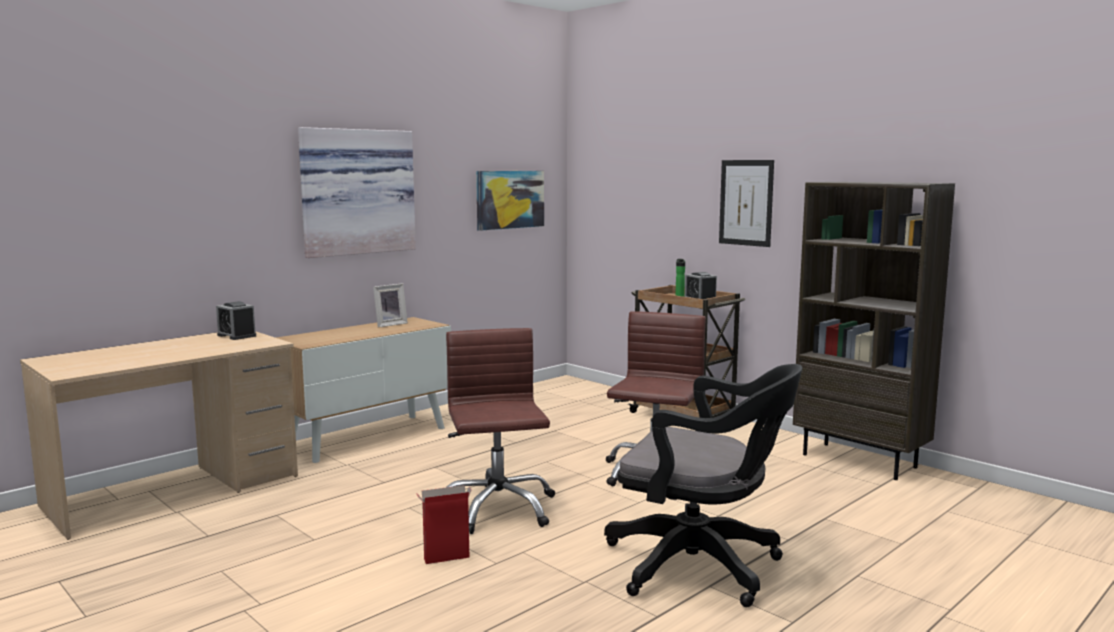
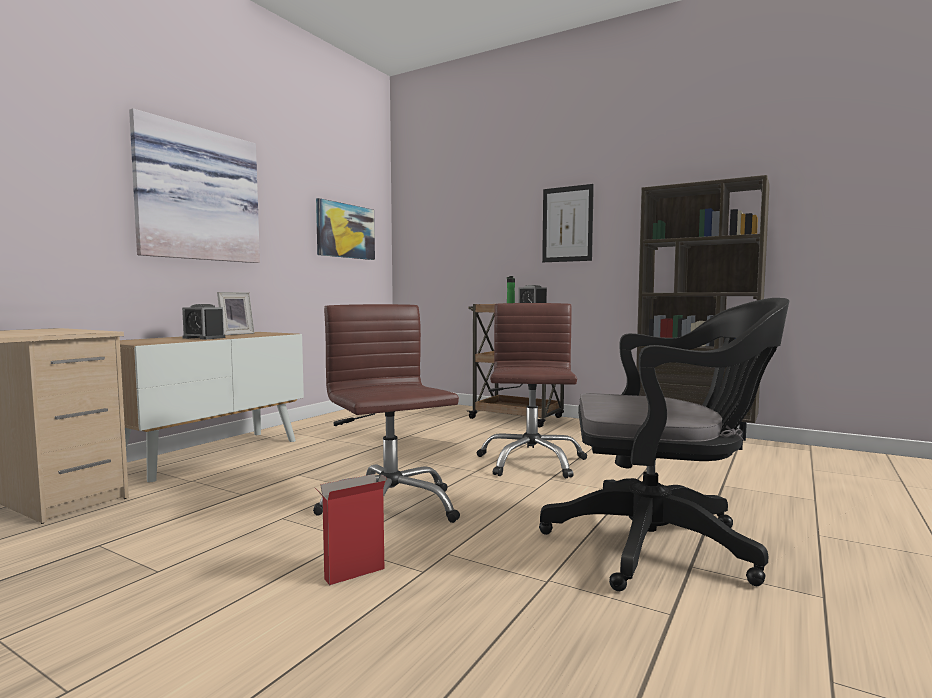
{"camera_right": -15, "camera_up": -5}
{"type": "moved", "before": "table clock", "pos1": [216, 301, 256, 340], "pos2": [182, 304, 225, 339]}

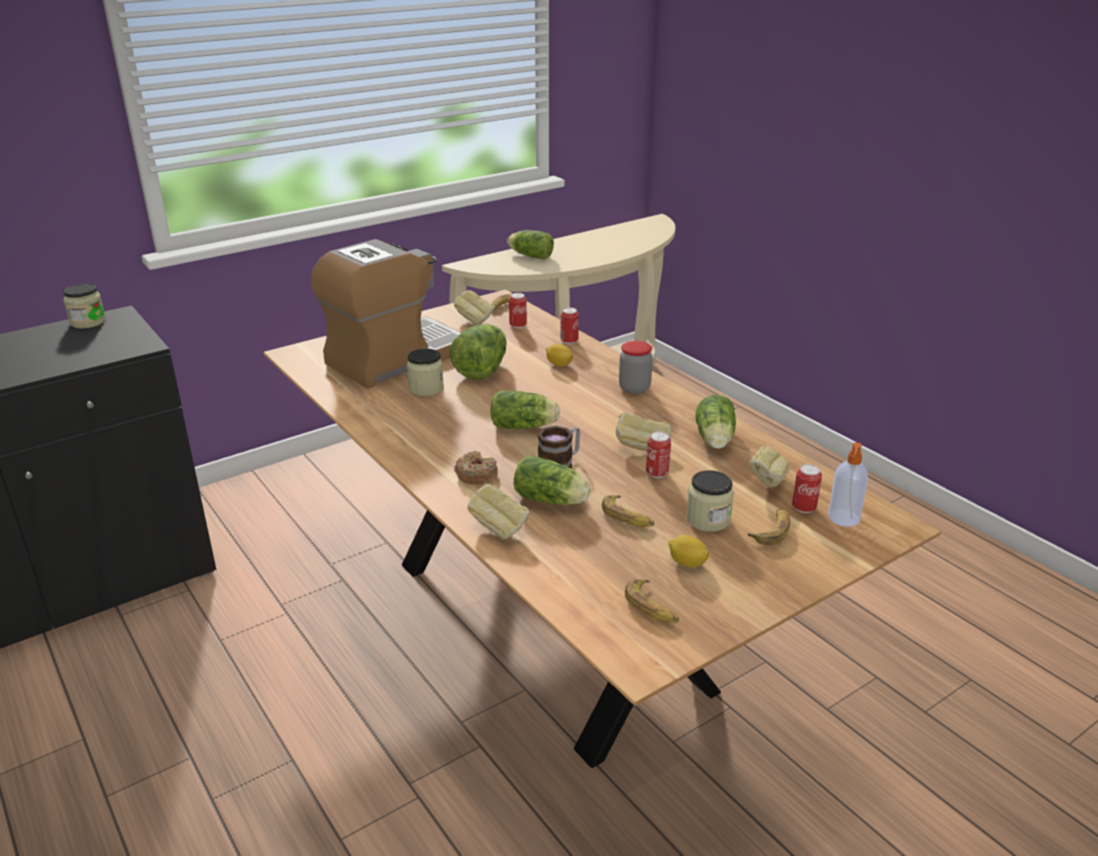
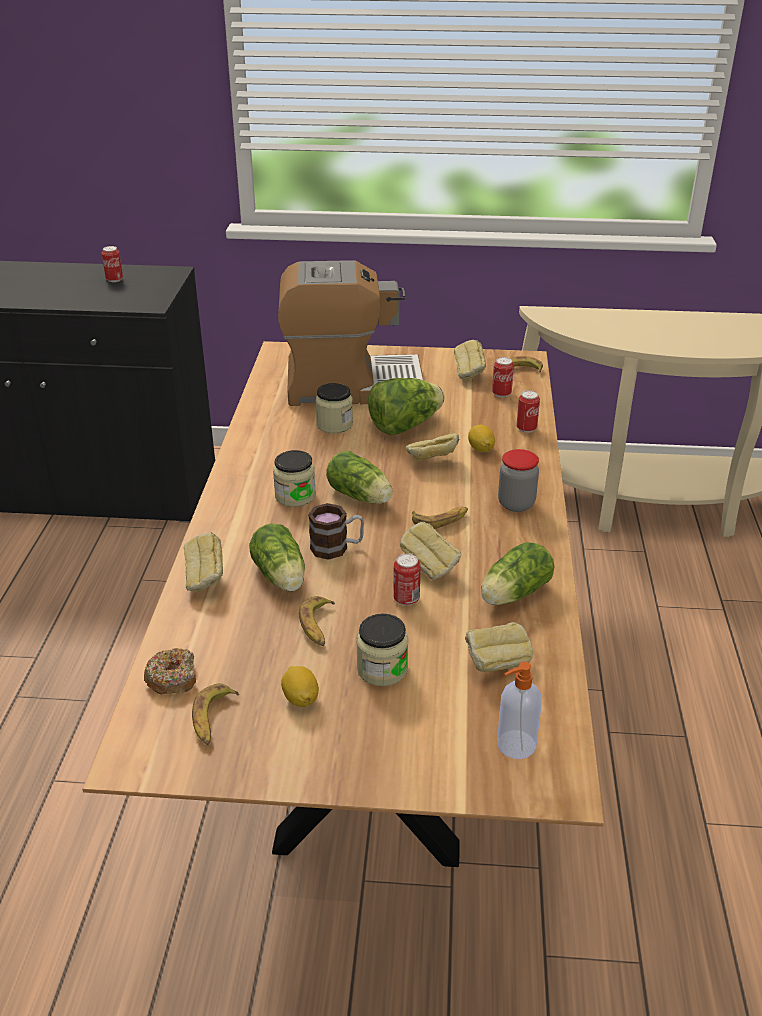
{"camera_right": 40, "camera_up": 5}
{"type": "moved", "before": "jar", "pos1": [63, 283, 106, 329], "pos2": [273, 450, 316, 507]}
{"type": "moved", "before": "ring doughnut", "pos1": [454, 451, 497, 485], "pos2": [144, 648, 196, 694]}
{"type": "removed", "before": "lettuce head", "pos1": [507, 230, 554, 259]}
{"type": "moved", "before": "whole banana", "pos1": [748, 509, 790, 545], "pos2": [412, 507, 468, 529]}
{"type": "moved", "before": "metal can", "pos1": [792, 464, 822, 513], "pos2": [102, 246, 123, 282]}
{"type": "added", "after": "bread", "pos2": [406, 433, 459, 461]}

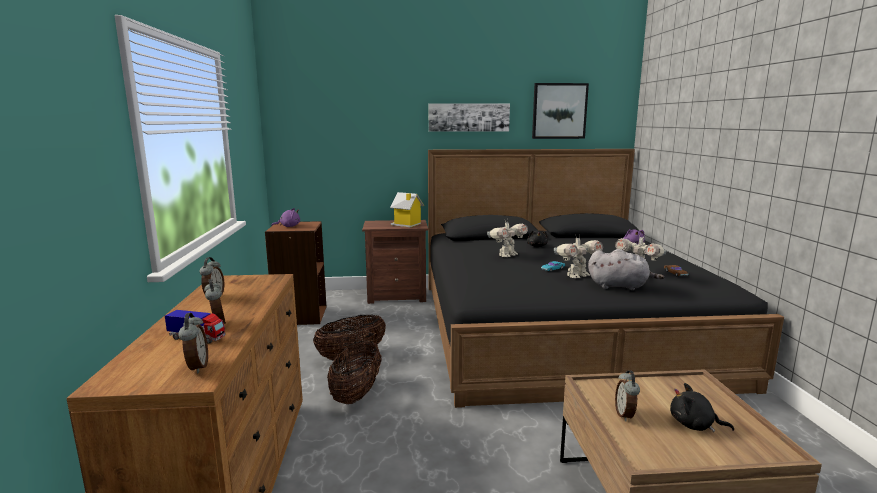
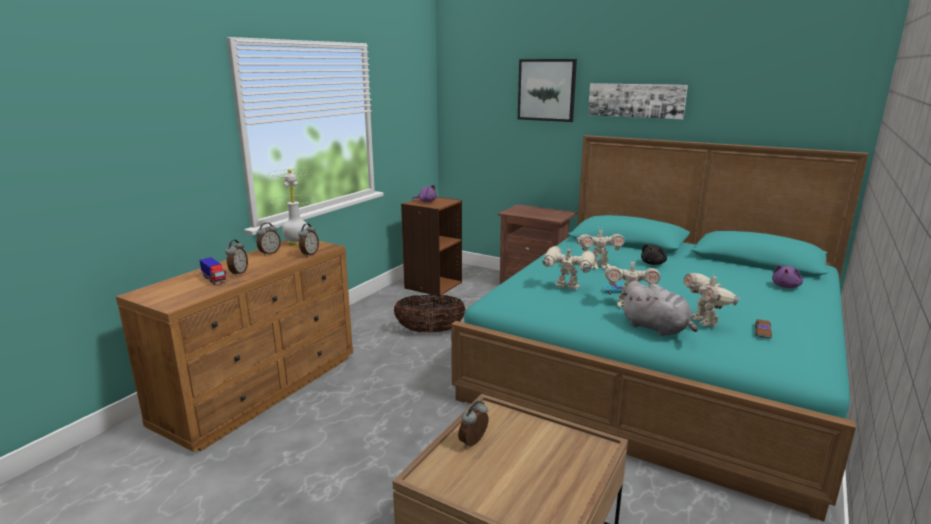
{"camera_right": 35, "camera_up": 5}
{"type": "moved", "before": "table clock", "pos1": [178, 313, 208, 374], "pos2": [298, 224, 319, 257]}
{"type": "removed", "before": "basket", "pos1": [327, 341, 382, 404]}
{"type": "removed", "before": "toy house", "pos1": [390, 192, 424, 227]}
{"type": "recoloured", "before": "black-coloured bed", "after": "turquoise-coloured bed", "pos1": [428, 149, 784, 408], "pos2": [451, 135, 868, 521]}
{"type": "moved", "before": "picture", "pos1": [532, 83, 589, 139], "pos2": [518, 59, 577, 122]}
{"type": "removed", "before": "black-coloured cuddly toy", "pos1": [670, 383, 734, 432]}
{"type": "added", "after": "white-coloured tabletop lamp", "pos2": [268, 169, 313, 246]}
{"type": "added", "after": "robot figure", "pos2": [542, 246, 595, 290]}

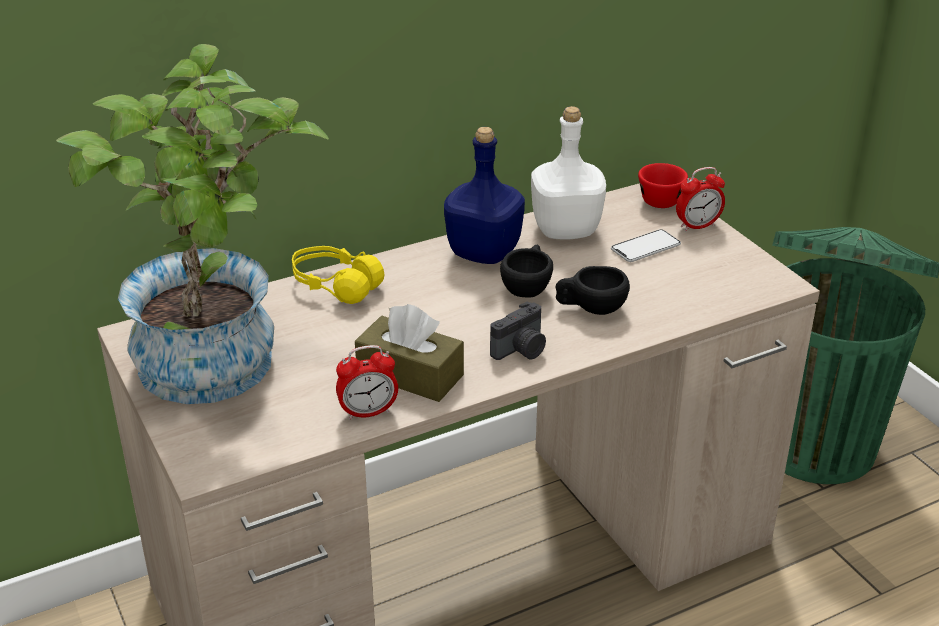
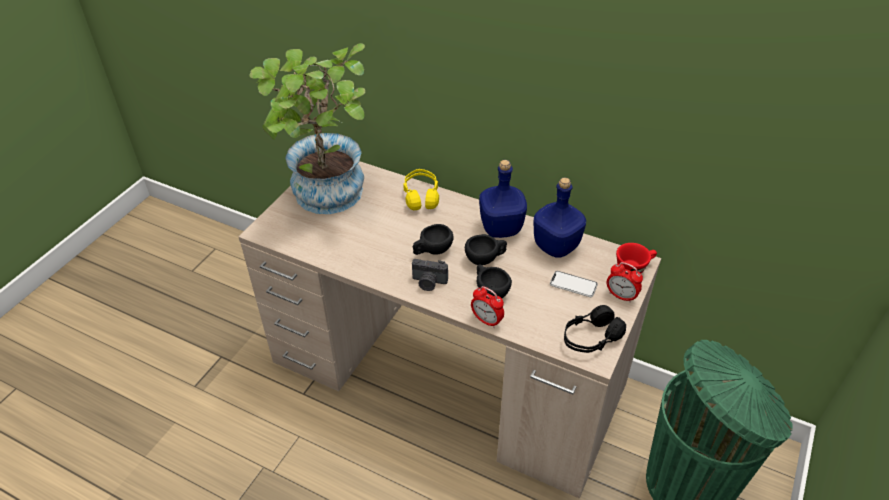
{"camera_right": 55, "camera_up": 10}
{"type": "moved", "before": "table clock", "pos1": [336, 345, 398, 420], "pos2": [471, 286, 504, 328]}
{"type": "removed", "before": "brown tissue holder", "pos1": [355, 304, 464, 402]}
{"type": "recoloured", "before": "white-coloured drink bottle", "after": "blue drink bottle", "pos1": [531, 106, 606, 240], "pos2": [533, 178, 586, 258]}
{"type": "added", "after": "black-coloured cup", "pos2": [413, 224, 453, 255]}
{"type": "added", "after": "black-coloured headphones", "pos2": [564, 305, 626, 353]}

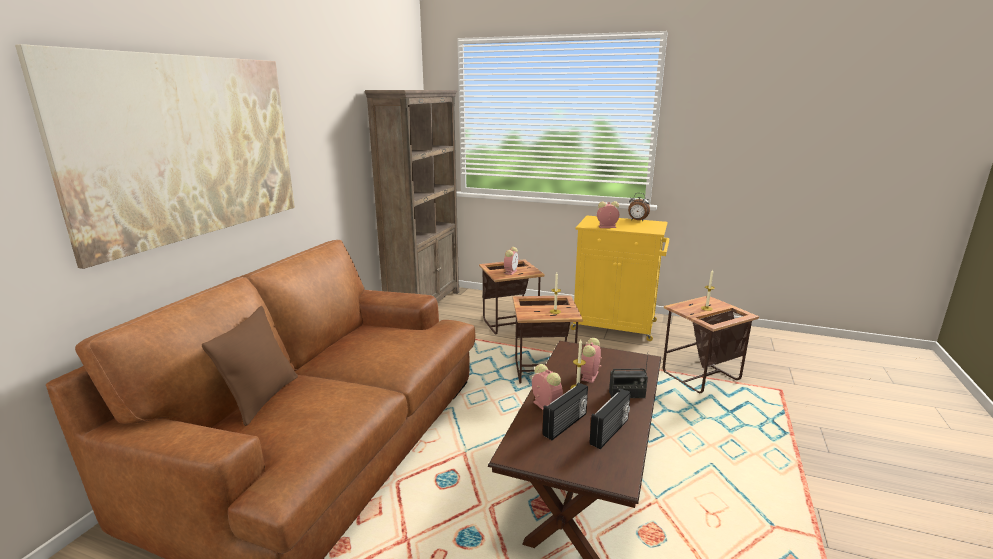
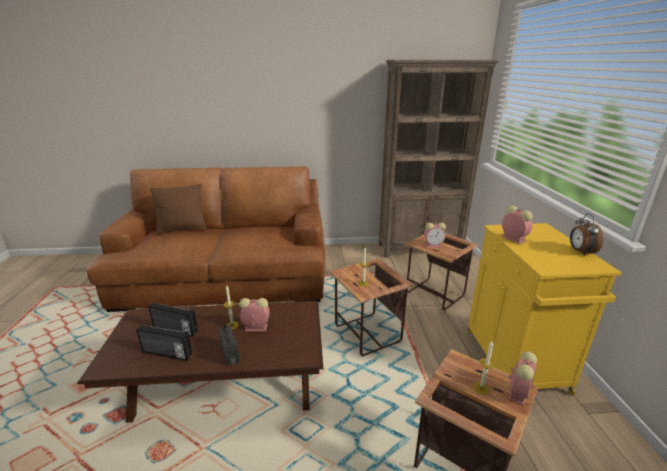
{"camera_right": 65, "camera_up": 5}
{"type": "removed", "before": "picture", "pos1": [15, 44, 295, 269]}
{"type": "moved", "before": "table clock", "pos1": [532, 364, 563, 410], "pos2": [508, 351, 537, 406]}

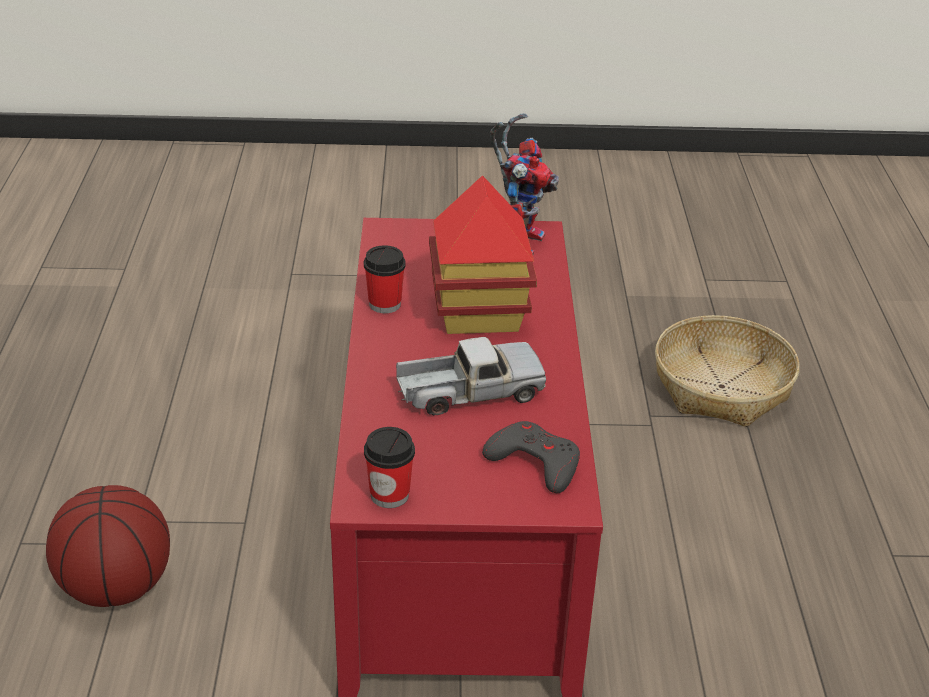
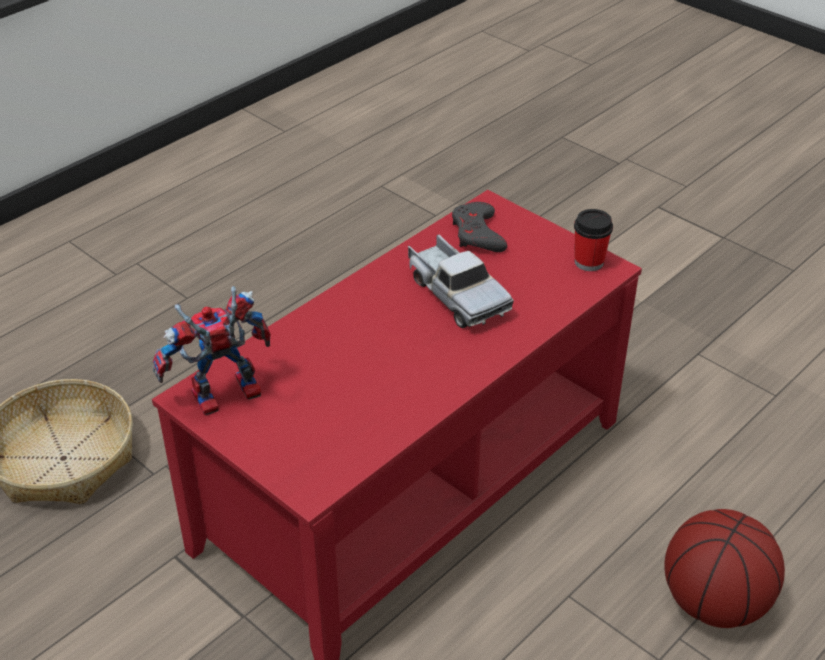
{"camera_right": -135, "camera_up": 5}
{"type": "removed", "before": "cup", "pos1": [364, 245, 406, 313]}
{"type": "turned", "before": "model truck", "pos1": [396, 337, 546, 416], "pos2": [408, 235, 514, 328], "turn": -150}
{"type": "removed", "before": "toy house", "pos1": [429, 176, 537, 334]}

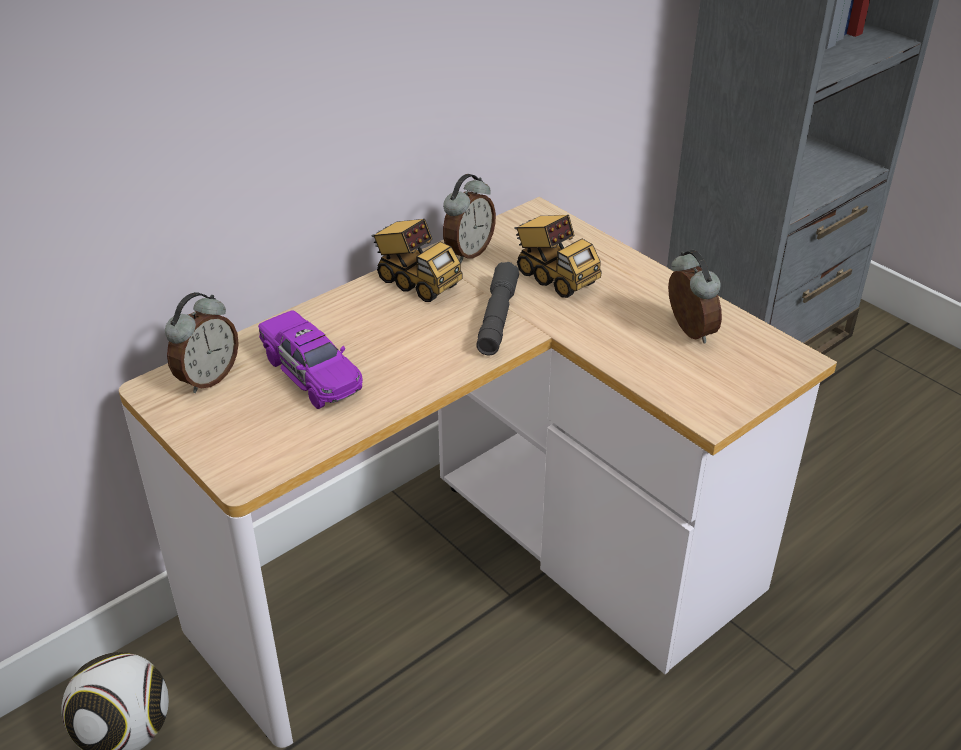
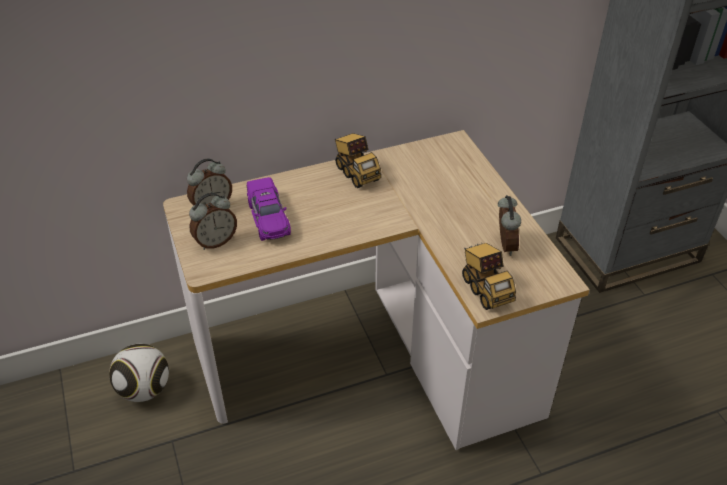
{"camera_right": 20, "camera_up": 5}
{"type": "moved", "before": "table clock", "pos1": [443, 174, 496, 263], "pos2": [189, 193, 237, 250]}
{"type": "removed", "before": "gray hand torch", "pos1": [476, 262, 519, 355]}
{"type": "moved", "before": "model truck", "pos1": [514, 215, 602, 298], "pos2": [462, 243, 516, 310]}

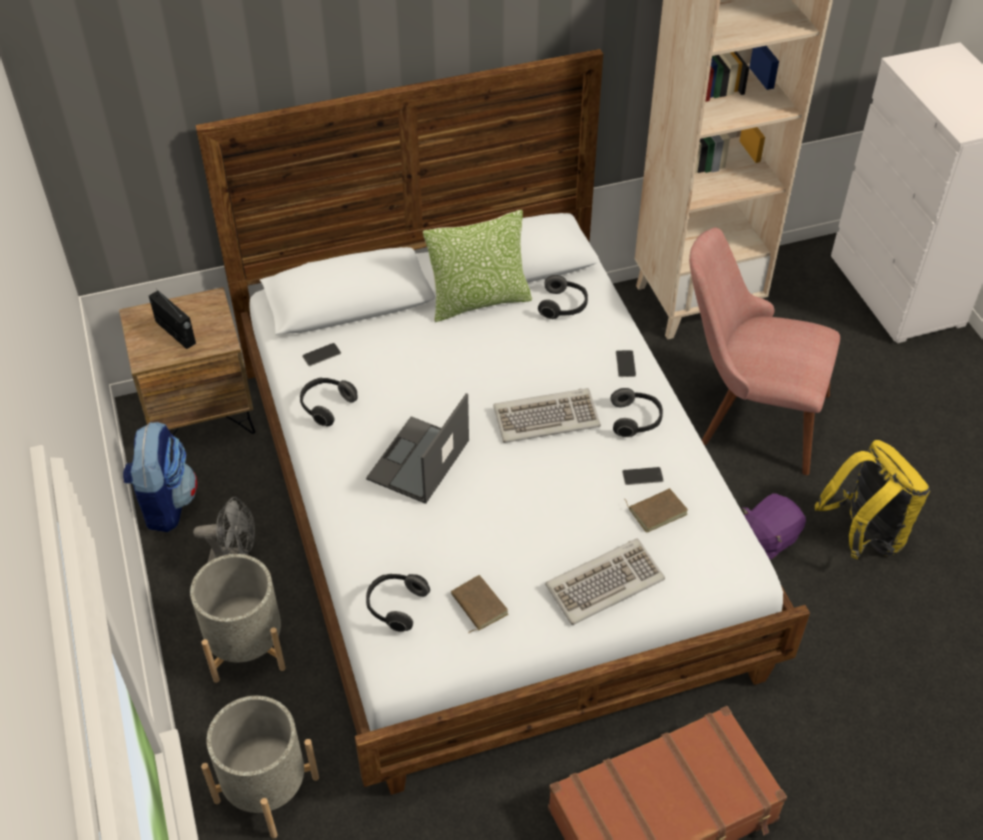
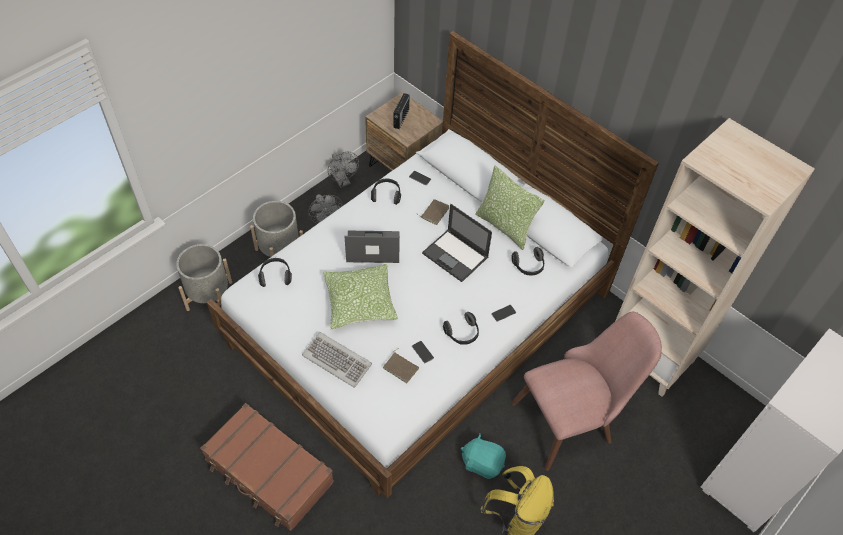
{"camera_right": 60, "camera_up": 5}
{"type": "replaced", "before": "rucksack", "after": "gray cooling fan", "pos1": [123, 422, 197, 532], "pos2": [328, 152, 359, 188]}
{"type": "moved", "before": "brown bound book", "pos1": [451, 575, 508, 634], "pos2": [418, 199, 449, 225]}
{"type": "removed", "before": "PC keyboard", "pos1": [493, 388, 601, 443]}
{"type": "turned", "before": "pinkish chair", "pos1": [689, 227, 840, 475], "pos2": [511, 312, 662, 471], "turn": 75}
{"type": "recoloured", "before": "purple-coloured cuddly toy", "after": "turquoise-coloured cuddly toy", "pos1": [742, 493, 806, 560], "pos2": [461, 434, 506, 479]}
{"type": "added", "after": "pillow", "pos2": [323, 264, 398, 330]}
{"type": "added", "after": "notebook computer", "pos2": [422, 204, 492, 282]}

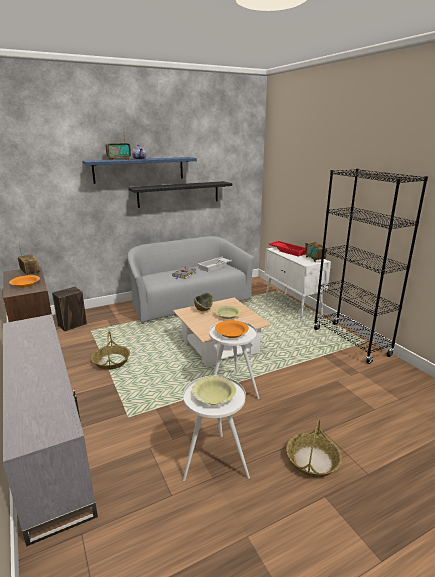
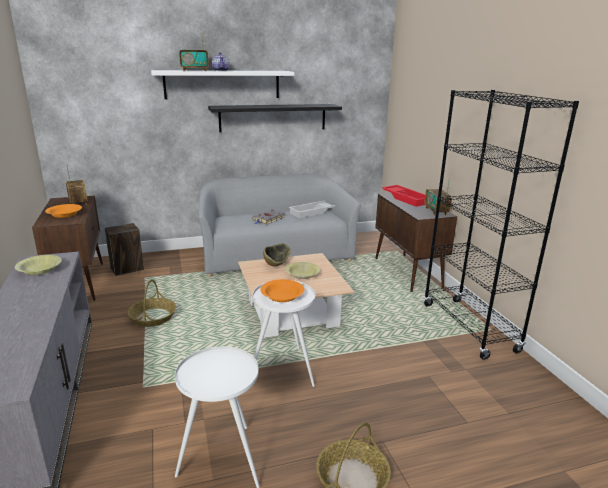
{"camera_right": 10, "camera_up": 0}
{"type": "recoloured", "before": "blue bracket shelf", "after": "white-coloured bracket shelf", "pos1": [82, 157, 197, 184], "pos2": [151, 70, 294, 99]}
{"type": "moved", "before": "yellow bowl", "pos1": [192, 377, 236, 405], "pos2": [15, 255, 62, 275]}
{"type": "recoloured", "before": "white-coloured storage cabinet", "after": "brown storage cabinet", "pos1": [265, 247, 331, 321], "pos2": [375, 193, 457, 292]}

